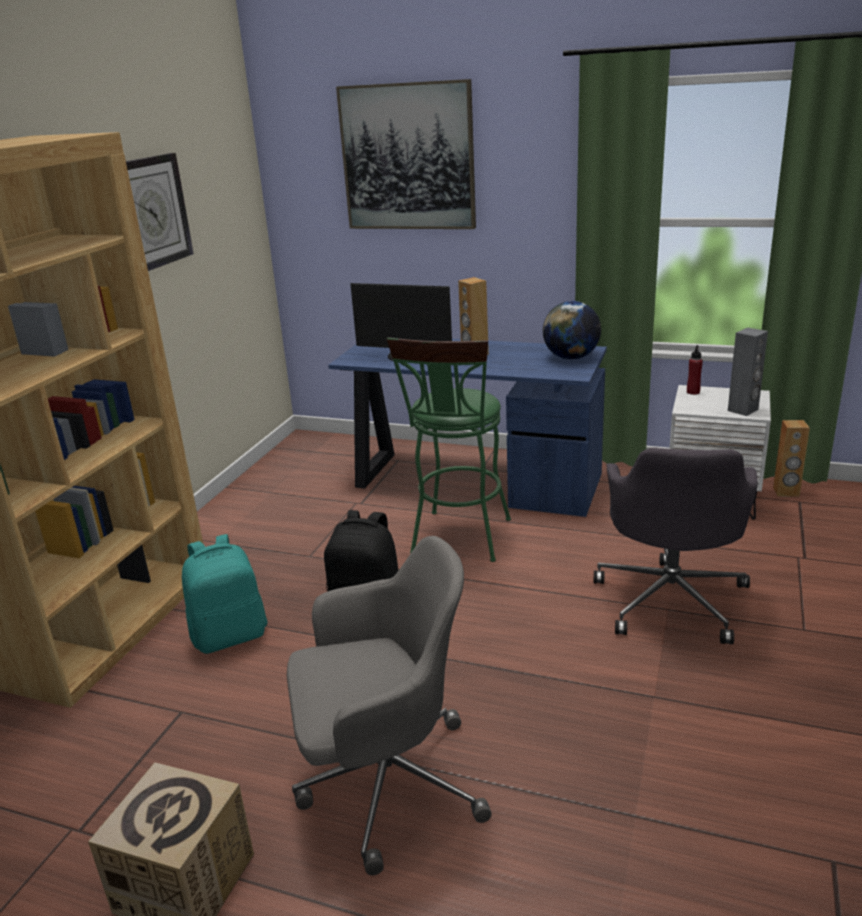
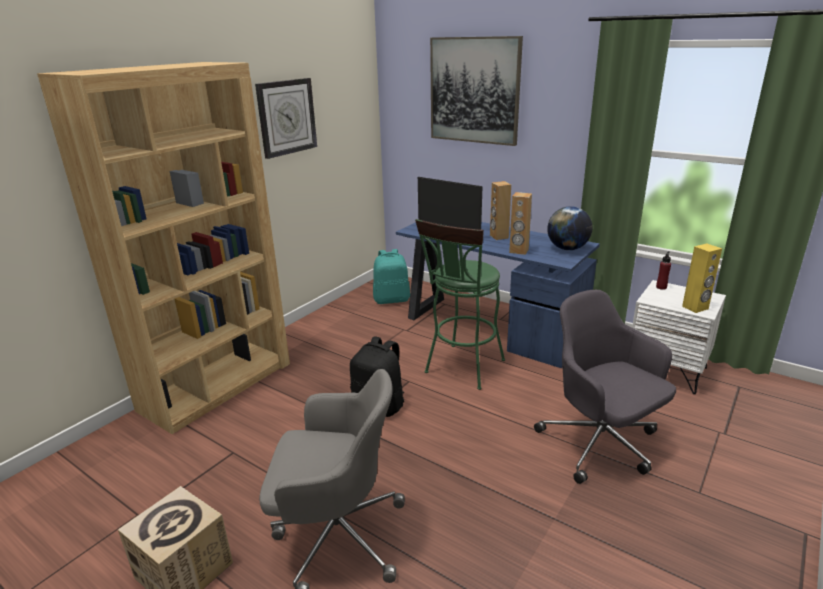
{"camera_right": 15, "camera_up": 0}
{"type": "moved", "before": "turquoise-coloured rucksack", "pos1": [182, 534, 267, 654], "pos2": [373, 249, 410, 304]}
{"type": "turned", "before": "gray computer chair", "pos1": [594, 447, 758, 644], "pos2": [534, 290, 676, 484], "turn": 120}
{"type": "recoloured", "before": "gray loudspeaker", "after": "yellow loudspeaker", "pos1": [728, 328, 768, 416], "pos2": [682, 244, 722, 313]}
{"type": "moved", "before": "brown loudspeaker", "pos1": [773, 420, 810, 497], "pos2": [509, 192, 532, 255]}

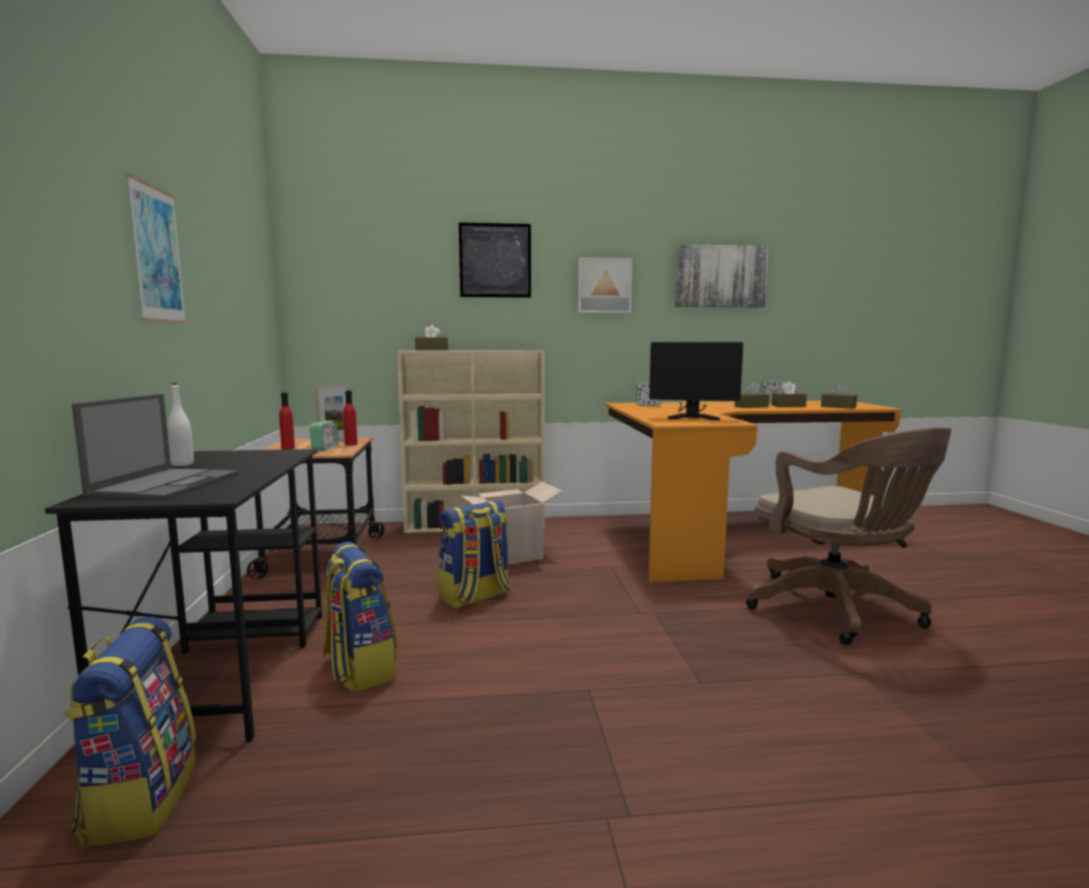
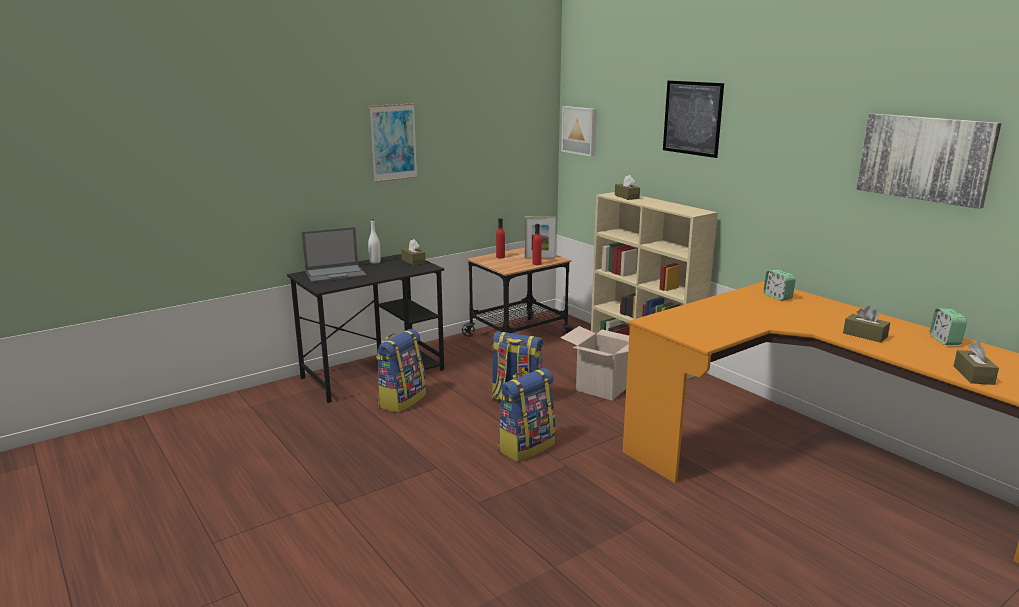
{"camera_right": 60, "camera_up": 10}
{"type": "moved", "before": "rucksack", "pos1": [65, 617, 196, 847], "pos2": [498, 368, 556, 462]}
{"type": "removed", "before": "table clock", "pos1": [309, 420, 339, 451]}
{"type": "moved", "before": "picture", "pos1": [578, 257, 632, 313], "pos2": [561, 106, 597, 157]}
{"type": "removed", "before": "computer screen", "pos1": [649, 342, 743, 420]}
{"type": "removed", "before": "brown computer chair", "pos1": [746, 427, 951, 645]}
{"type": "moved", "before": "brown tissue holder", "pos1": [771, 381, 807, 407], "pos2": [401, 239, 425, 265]}

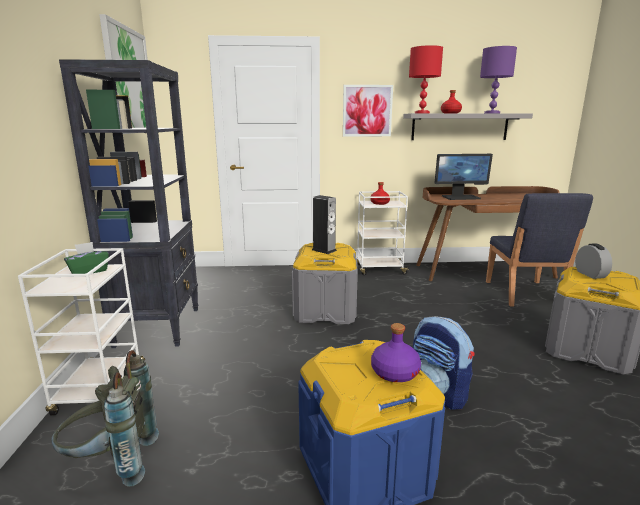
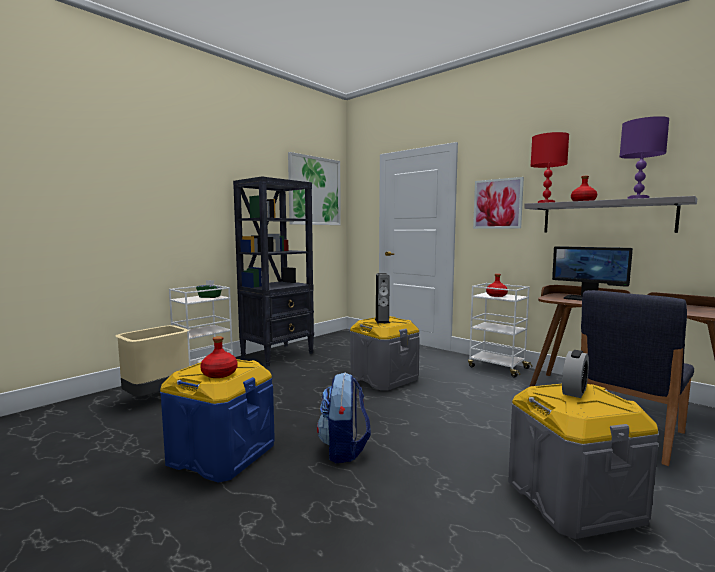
{"camera_right": 45, "camera_up": -10}
{"type": "replaced", "before": "gray rucksack", "after": "sand-coloured rubbish bin", "pos1": [51, 350, 159, 486], "pos2": [115, 325, 189, 398]}
{"type": "recoloured", "before": "purple-coloured drink bottle", "after": "reddish drink bottle", "pos1": [371, 323, 421, 382], "pos2": [200, 336, 238, 378]}

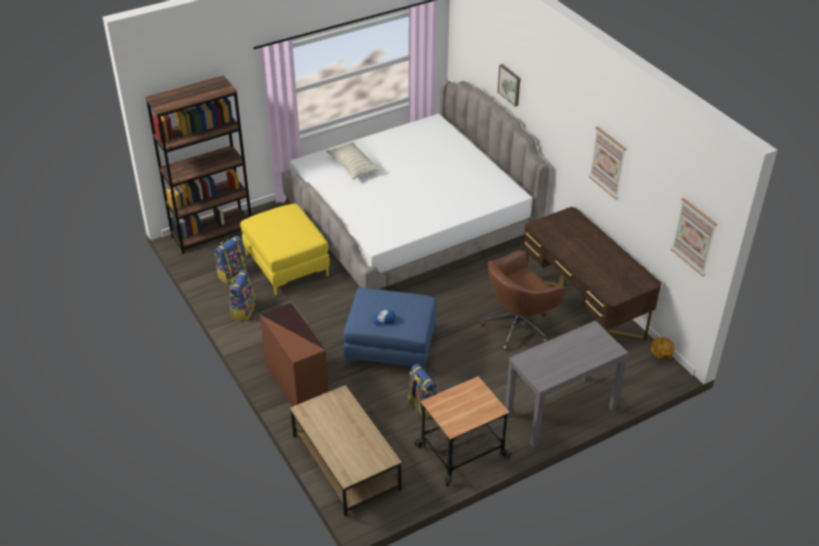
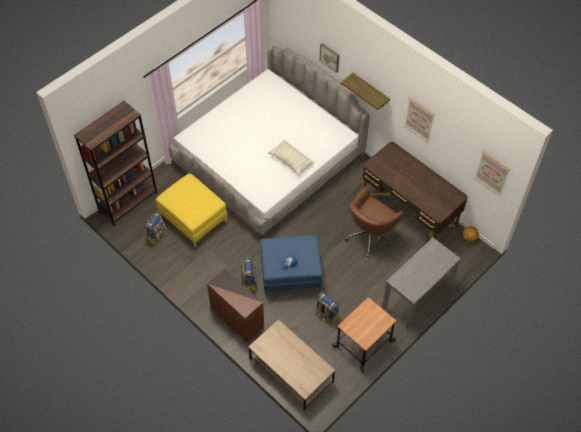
{"camera_right": -15, "camera_up": 15}
{"type": "moved", "before": "rucksack", "pos1": [229, 270, 255, 321], "pos2": [241, 257, 257, 291]}
{"type": "moved", "before": "pillow", "pos1": [326, 142, 380, 179], "pos2": [268, 139, 314, 176]}
{"type": "added", "after": "bracket shelf", "pos2": [341, 73, 390, 110]}

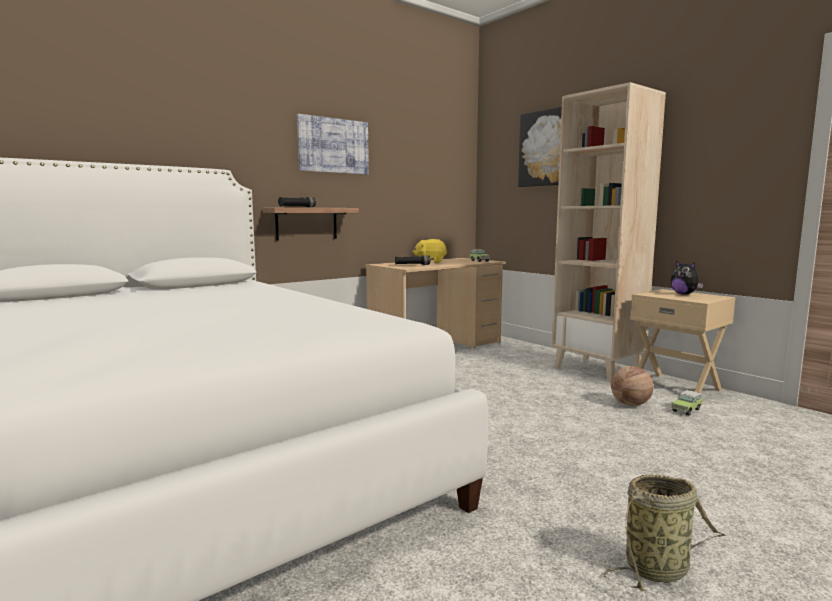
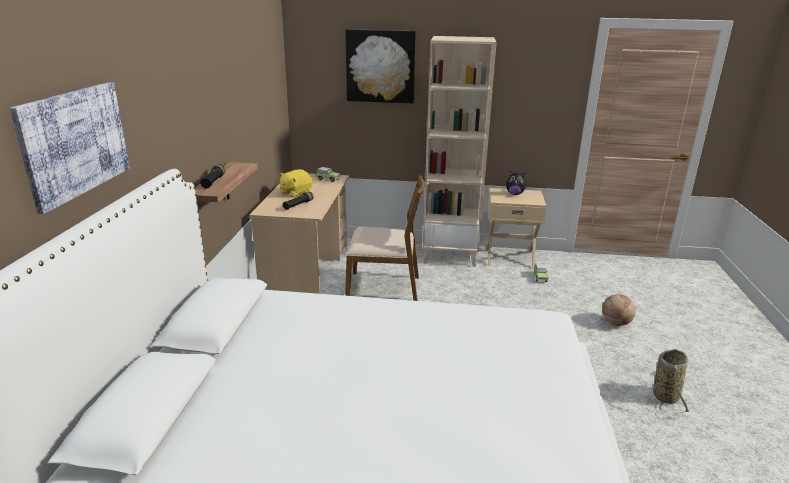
{"camera_right": -45, "camera_up": 15}
{"type": "moved", "before": "picture", "pos1": [297, 114, 369, 174], "pos2": [10, 82, 130, 214]}
{"type": "moved", "before": "basketball ball", "pos1": [611, 366, 653, 406], "pos2": [602, 294, 636, 326]}
{"type": "added", "after": "brown chair", "pos2": [345, 175, 425, 301]}

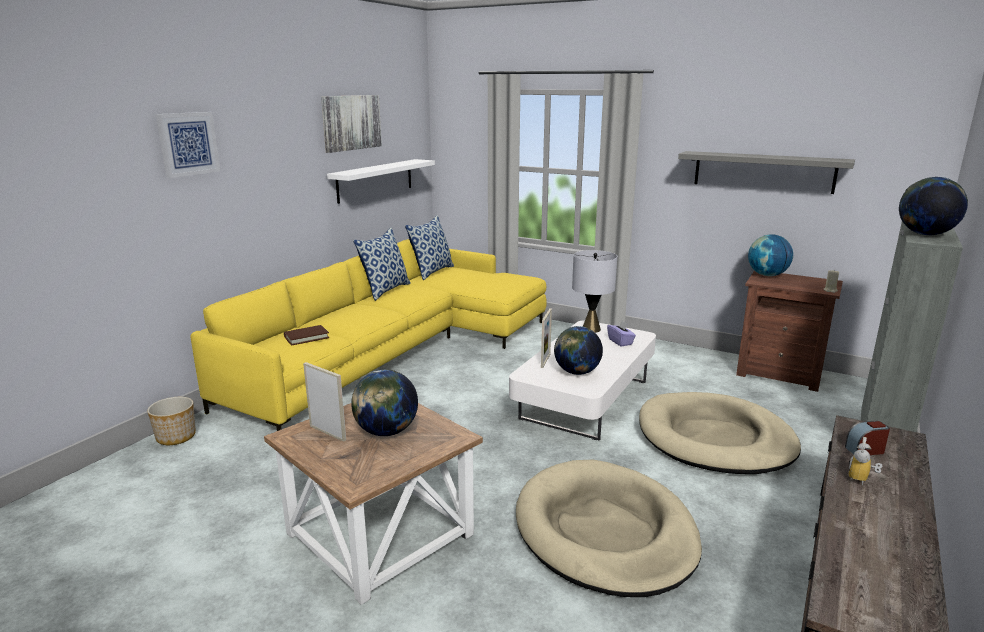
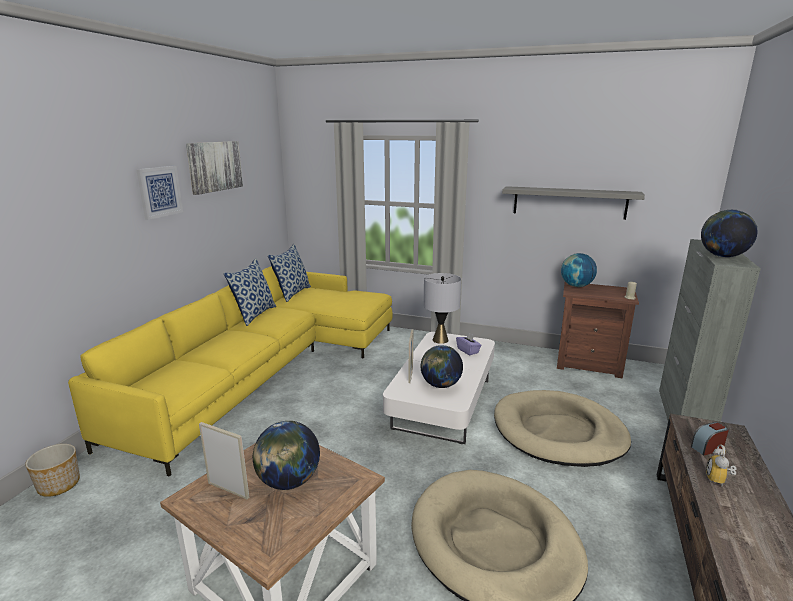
{"camera_right": -10, "camera_up": 0}
{"type": "moved", "before": "picture", "pos1": [156, 112, 220, 178], "pos2": [136, 166, 183, 220]}
{"type": "removed", "before": "brown bound book", "pos1": [284, 325, 329, 346]}
{"type": "removed", "before": "white-coloured bracket shelf", "pos1": [327, 159, 435, 204]}

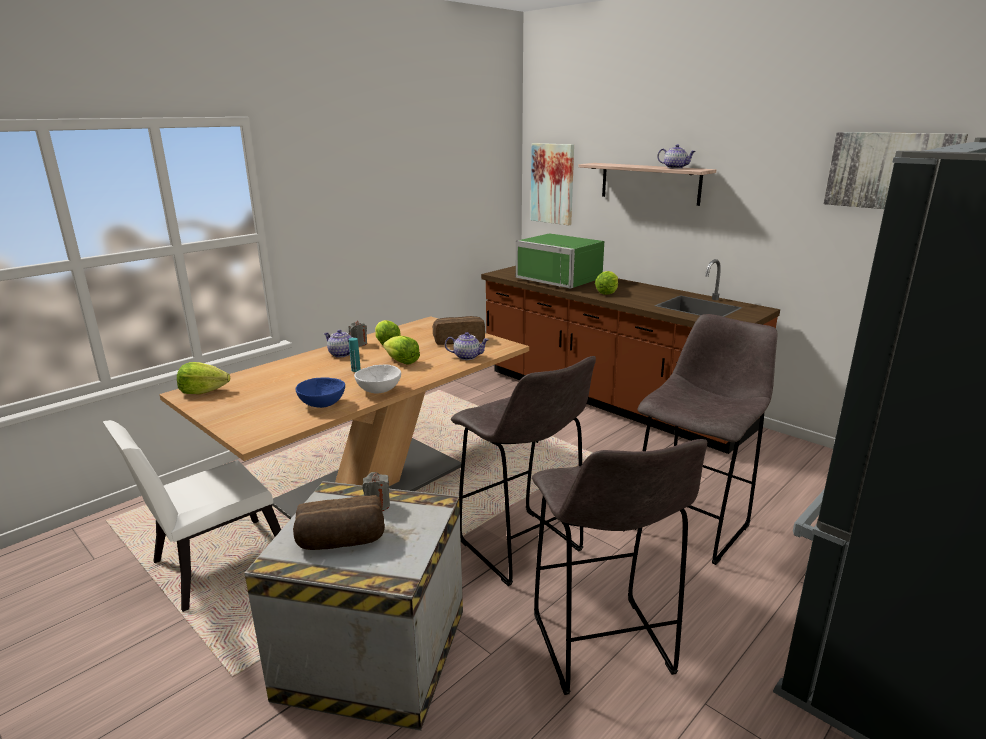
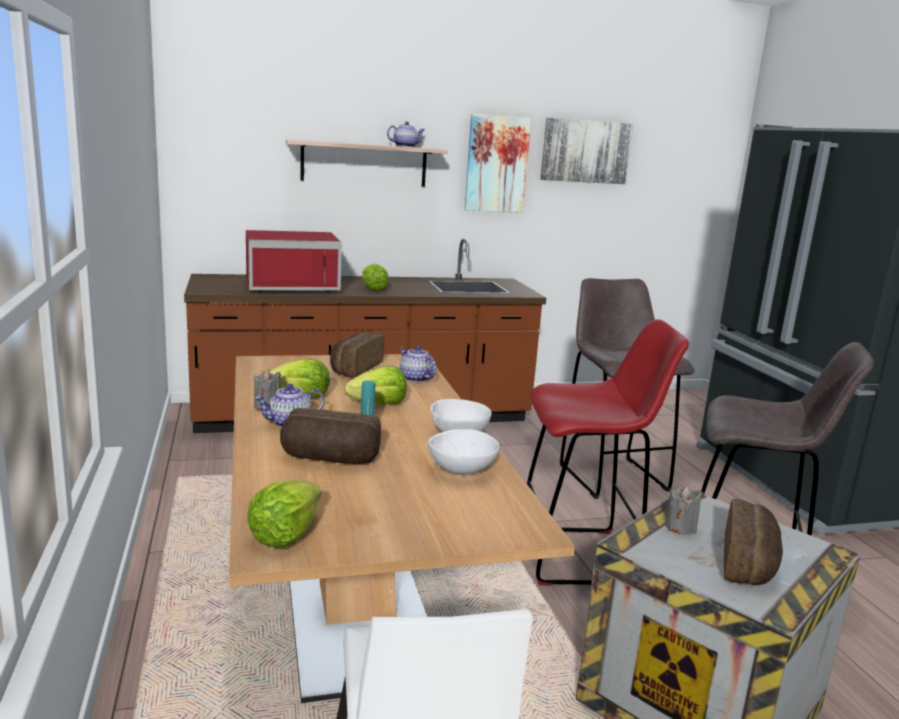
{"camera_right": -60, "camera_up": -5}
{"type": "recoloured", "before": "blue bowl", "after": "white-coloured bowl", "pos1": [296, 377, 345, 408], "pos2": [428, 429, 500, 475]}
{"type": "turned", "before": "tea pot", "pos1": [445, 332, 489, 360], "pos2": [400, 346, 437, 382], "turn": -75}
{"type": "recoloured", "before": "gray sitting stool", "after": "reddish sitting stool", "pos1": [451, 356, 596, 586], "pos2": [527, 319, 689, 586]}
{"type": "recoloured", "before": "green-coloured kitchen microwave", "after": "reddish kitchen microwave", "pos1": [516, 233, 604, 289], "pos2": [246, 230, 342, 292]}
{"type": "moved", "before": "picture", "pos1": [531, 143, 574, 225], "pos2": [464, 114, 531, 213]}
{"type": "added", "after": "bread", "pos2": [280, 408, 381, 464]}

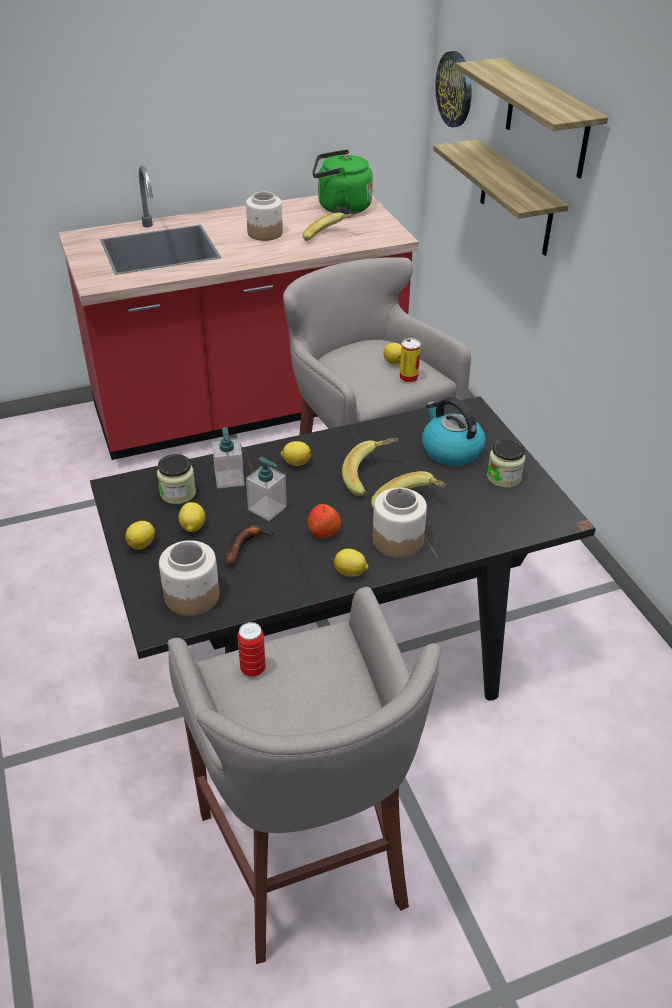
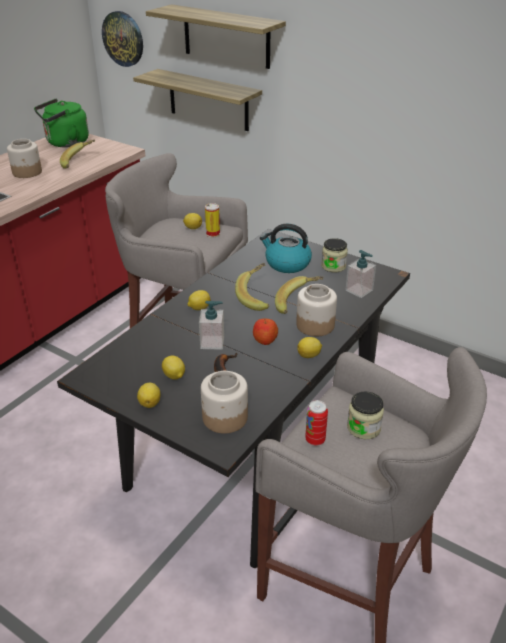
{"camera_right": -35, "camera_up": -5}
{"type": "moved", "before": "jar", "pos1": [157, 454, 196, 504], "pos2": [347, 392, 384, 439]}
{"type": "moved", "before": "liquid soap bottle", "pos1": [212, 427, 244, 488], "pos2": [345, 250, 376, 298]}

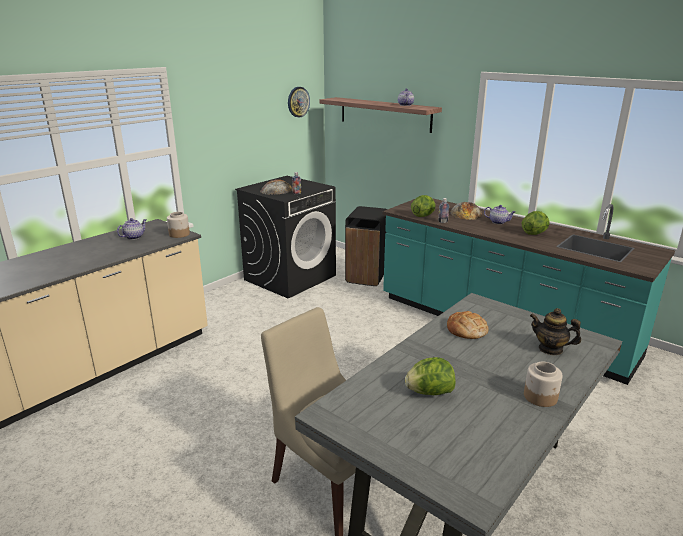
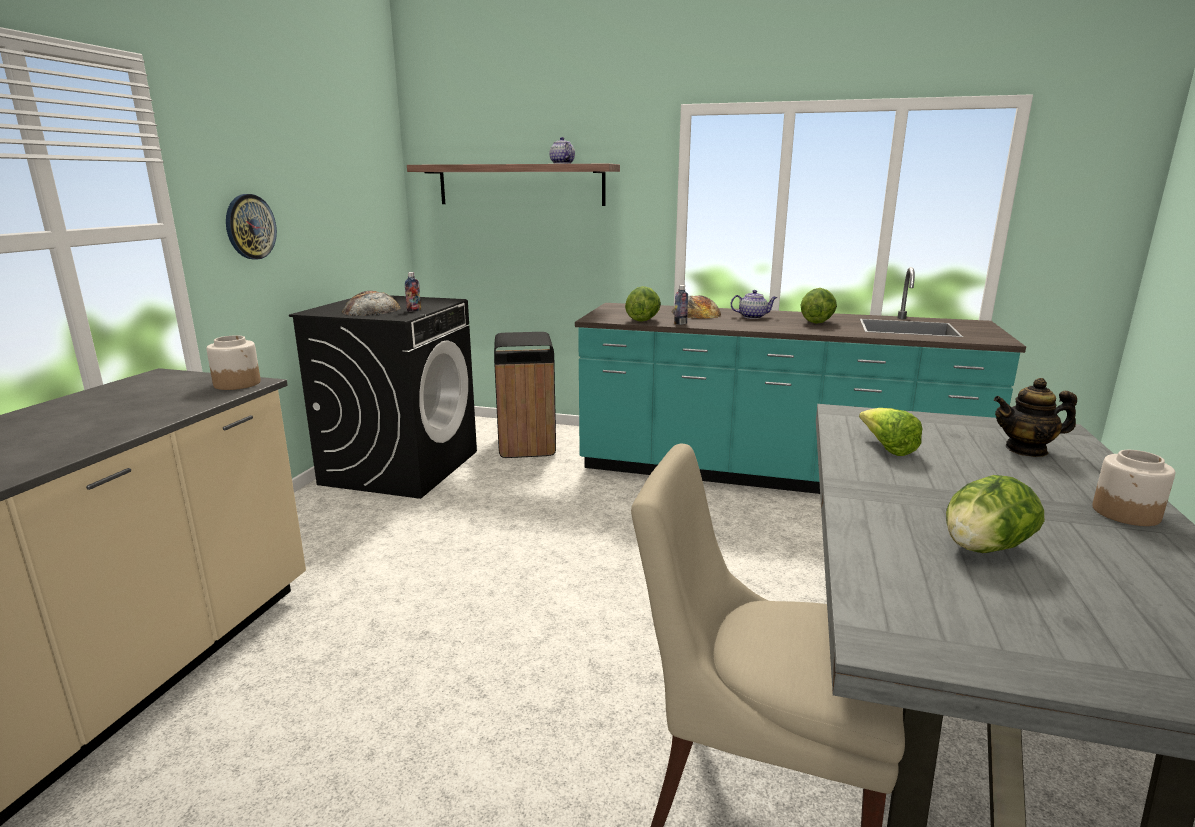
{"camera_right": -25, "camera_up": -5}
{"type": "removed", "before": "tea pot", "pos1": [117, 218, 147, 240]}
{"type": "moved", "before": "hanging clock", "pos1": [288, 87, 310, 117], "pos2": [226, 194, 277, 260]}
{"type": "replaced", "before": "bread", "after": "lettuce head", "pos1": [447, 311, 489, 339], "pos2": [859, 408, 923, 456]}

